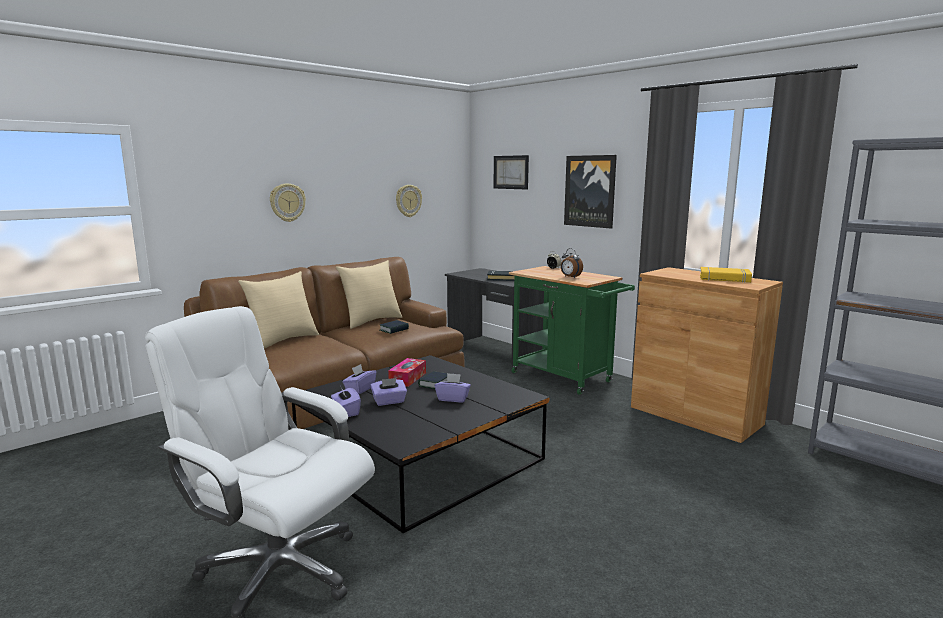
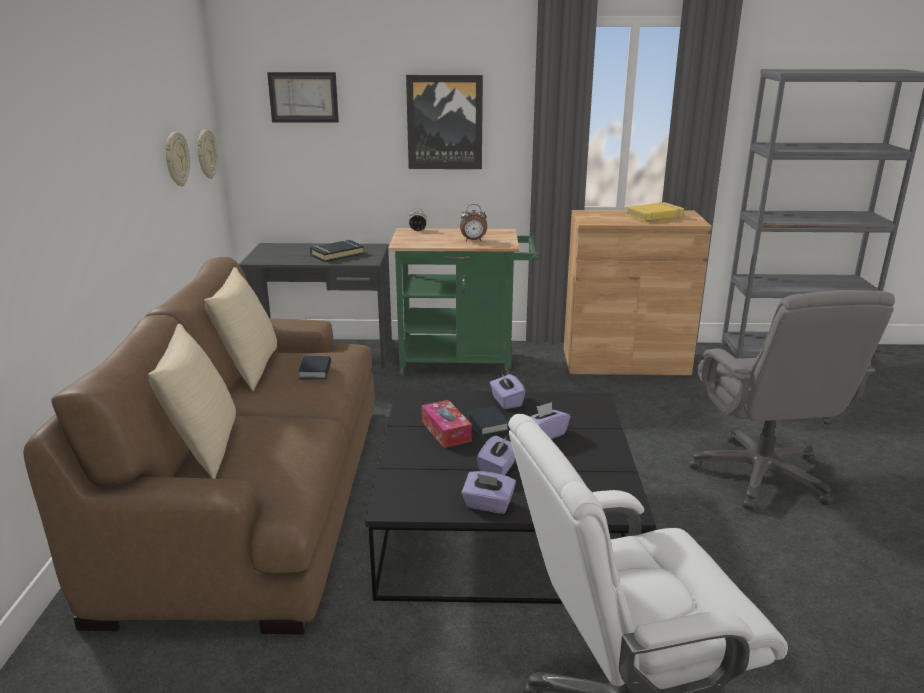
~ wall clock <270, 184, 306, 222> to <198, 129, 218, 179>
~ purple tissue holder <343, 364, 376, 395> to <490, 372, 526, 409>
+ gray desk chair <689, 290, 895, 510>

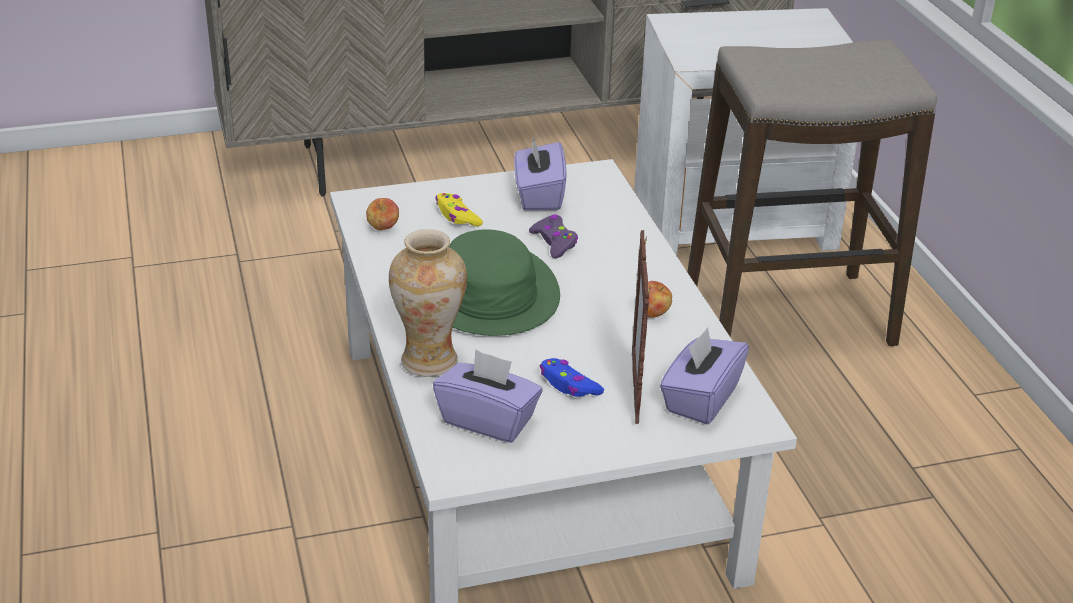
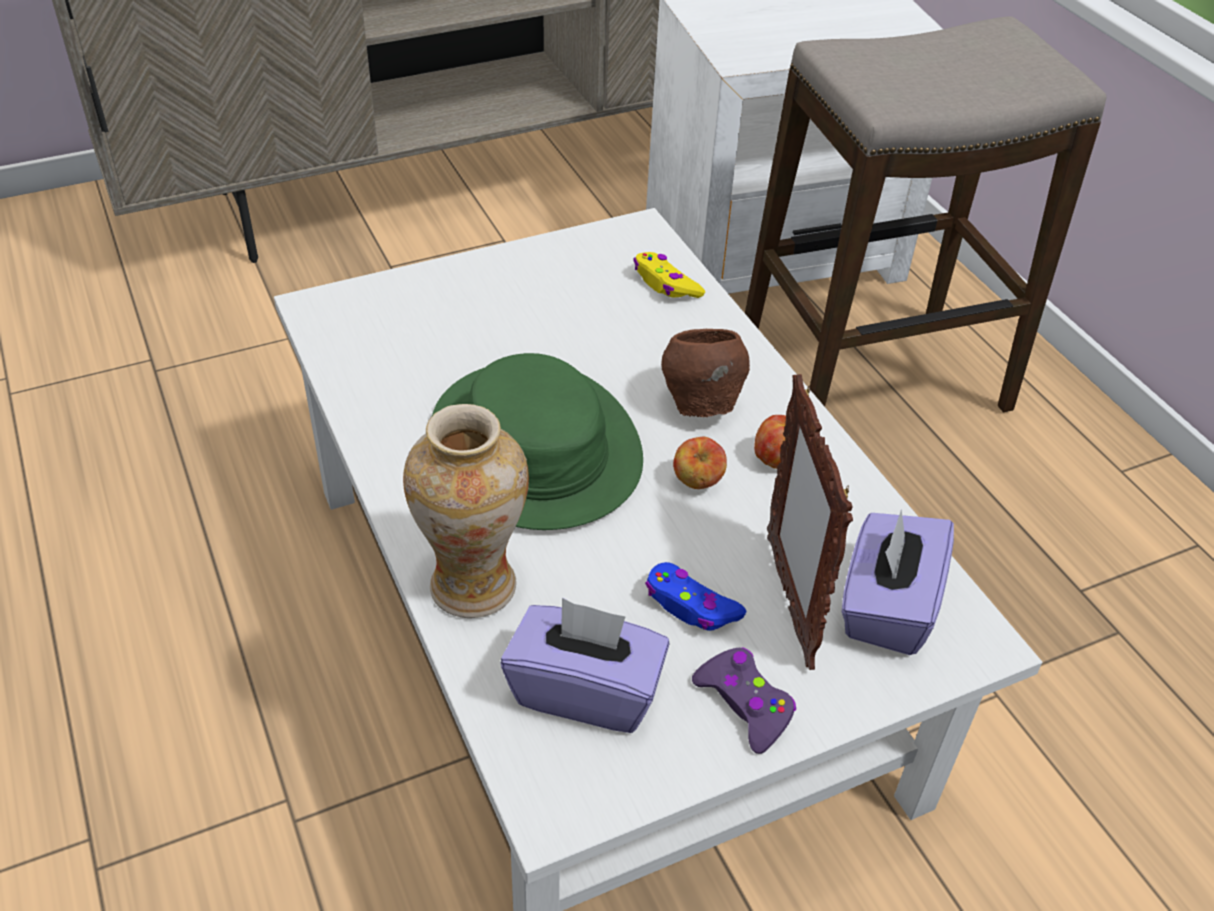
~ yellow-coloured joypad <436, 193, 483, 227> to <633, 252, 705, 298>
+ brown-coloured deep dish <661, 329, 750, 417>
~ apple <366, 198, 399, 230> to <673, 437, 727, 489>
~ purple joypad <529, 214, 578, 259> to <692, 648, 796, 754>
- purple tissue holder <514, 136, 567, 210>

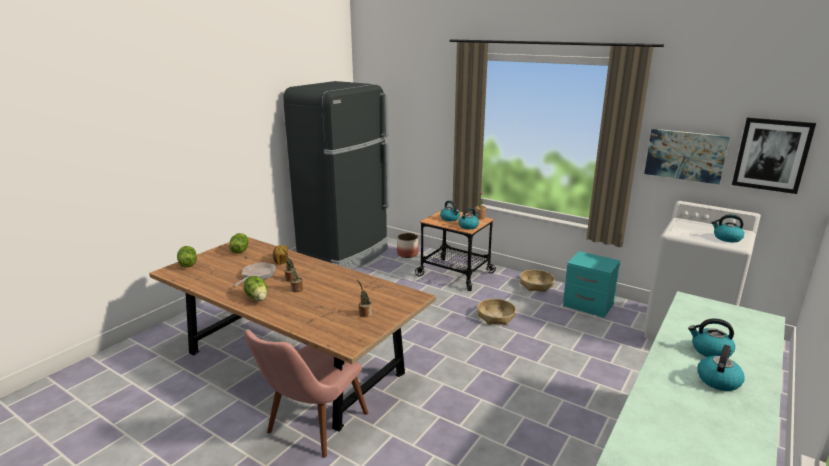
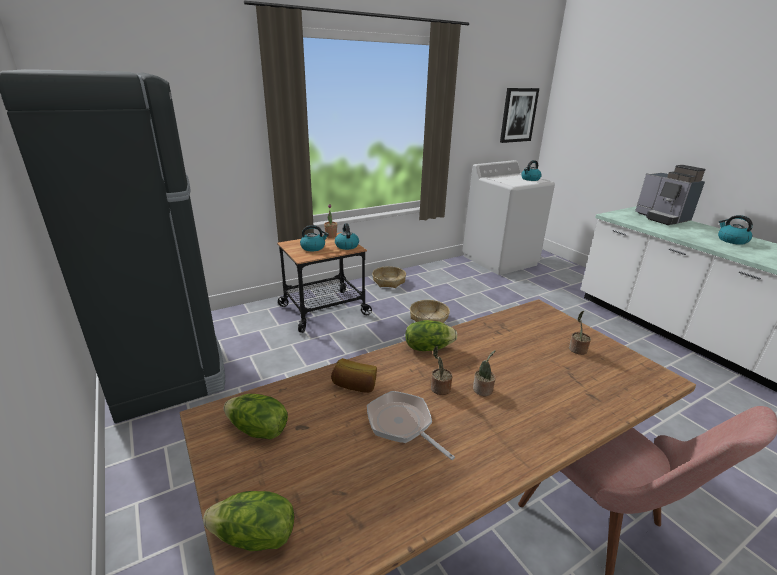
~ head of lettuce <244, 276, 267, 301> to <405, 320, 457, 351>
+ coffee maker <635, 165, 706, 225>
- flower pot <397, 233, 418, 258>
- turquoise-coloured night table <563, 251, 620, 318>
- wall picture <644, 129, 730, 184>
- tea kettle <688, 318, 735, 357>

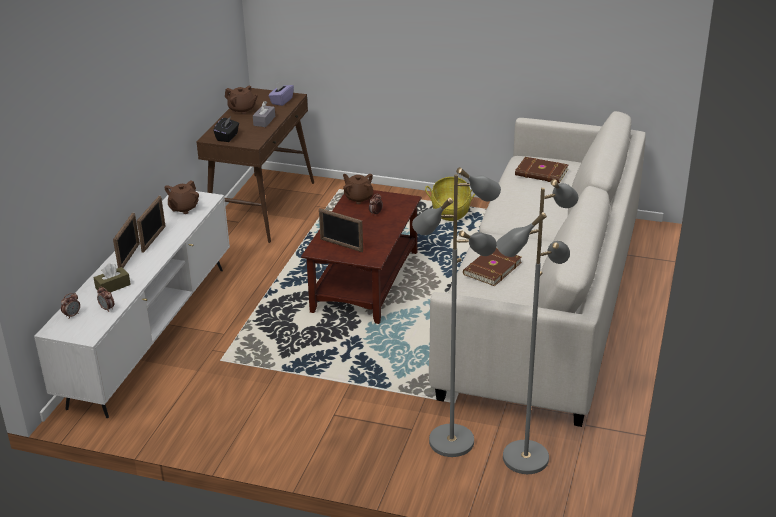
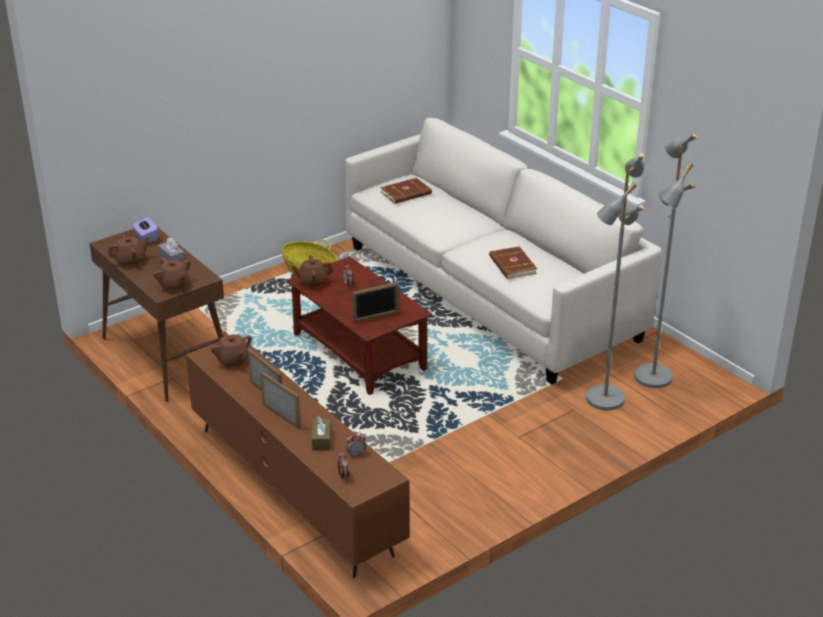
~ blackish tissue holder <213, 116, 239, 142> to brown-coloured pot for tea <153, 257, 191, 292>
~ white tv stand <34, 191, 230, 418> to brown-coloured tv stand <186, 334, 409, 578>

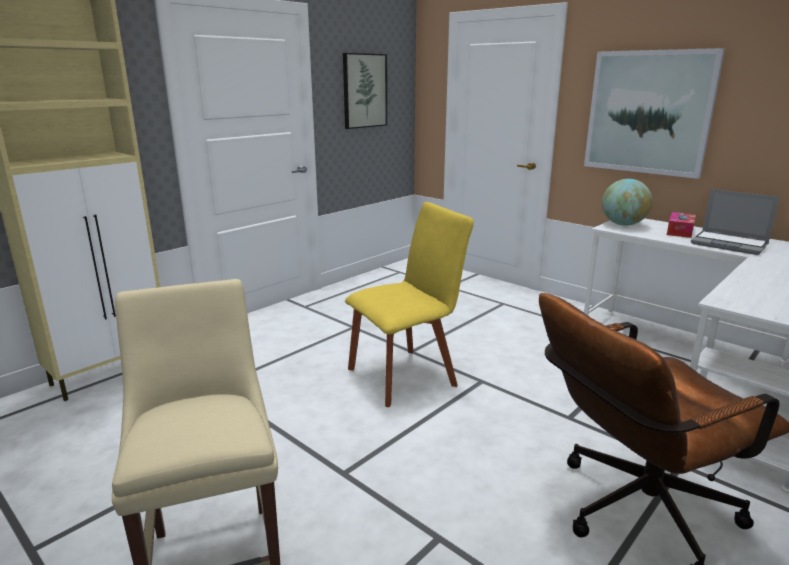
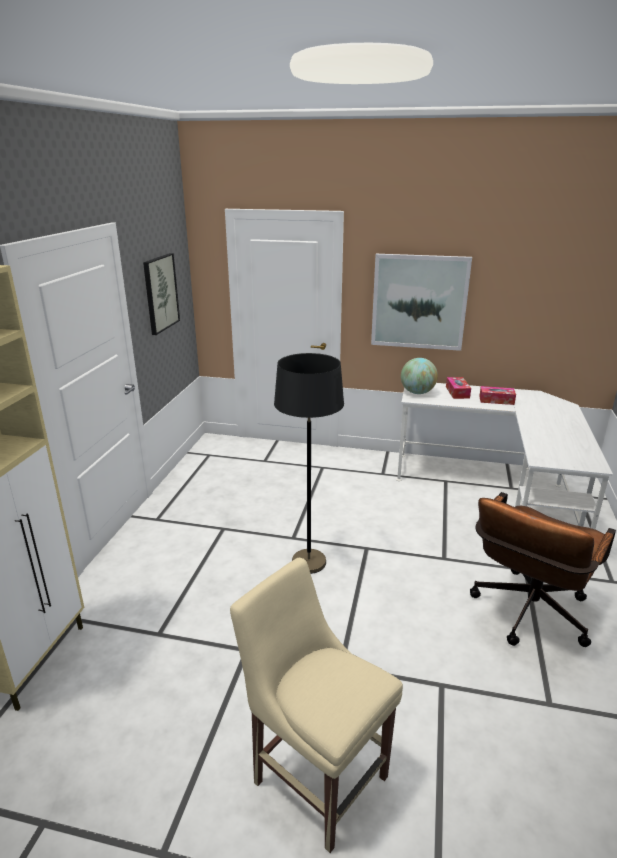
~ yellow-coloured chair <345, 202, 474, 407> to blackish floor lamp <274, 353, 344, 574>
~ laptop <691, 189, 780, 255> to tissue holder <479, 386, 516, 405>

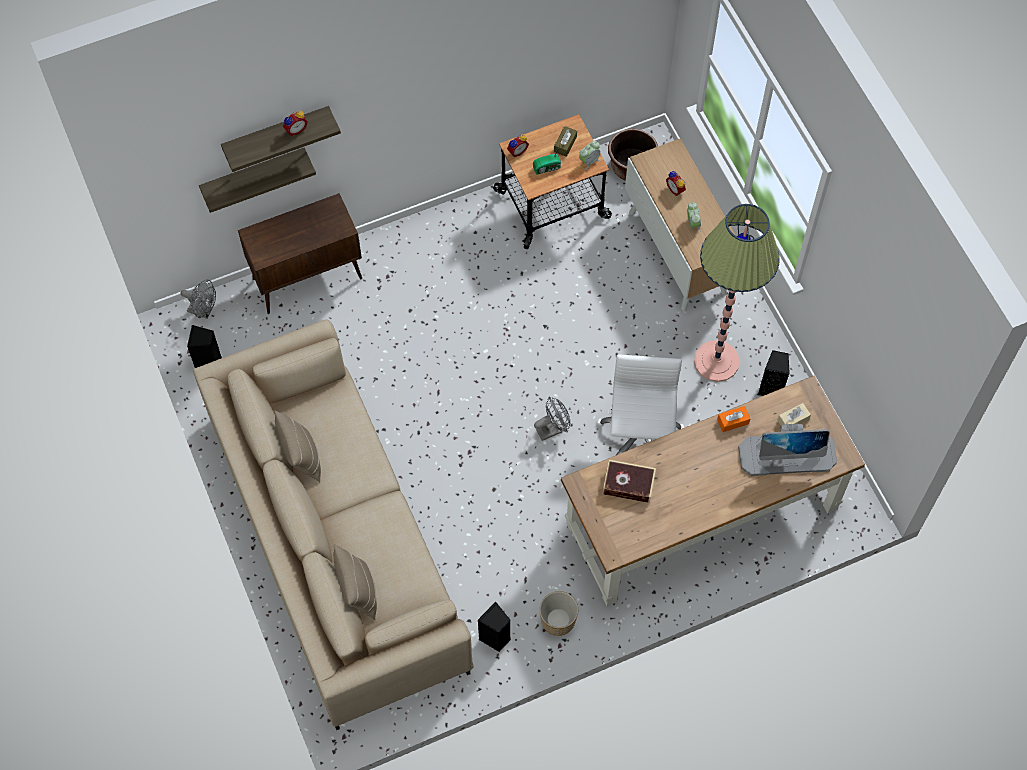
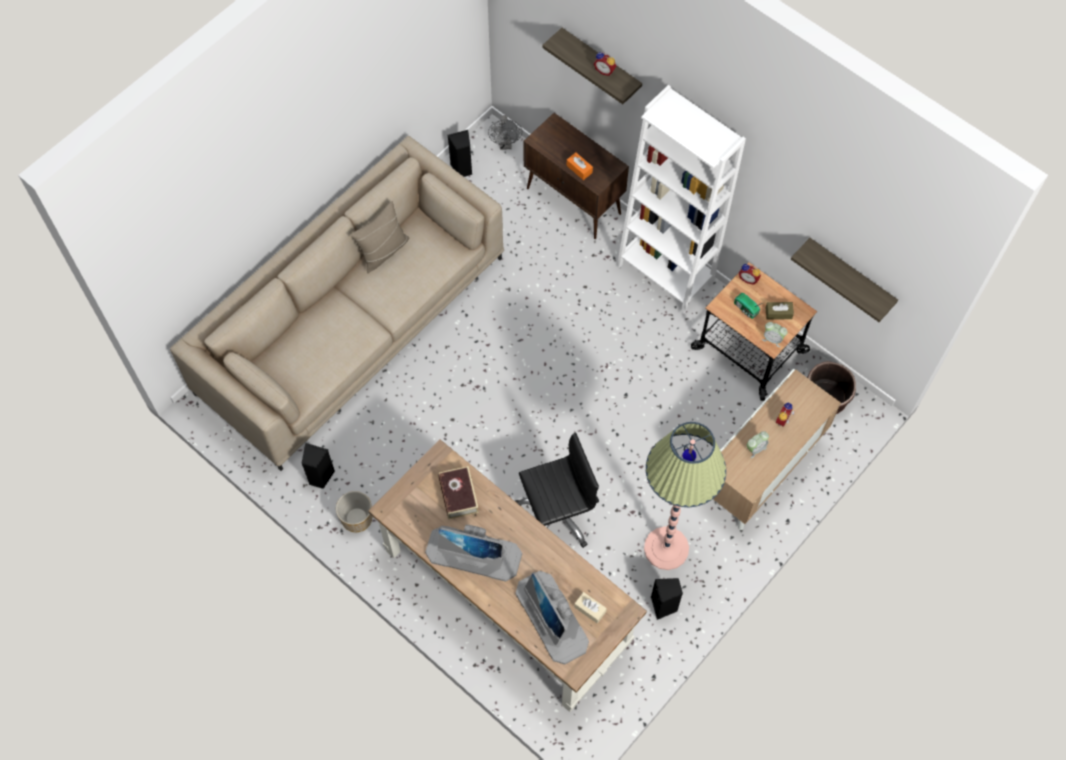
+ monitor <425, 525, 522, 582>
~ white desk chair <597, 354, 684, 455> to blackish desk chair <515, 433, 599, 548>
~ orangey tissue holder <717, 406, 750, 432> to <567, 152, 593, 180>
+ white shelving unit <617, 85, 746, 316>
~ bracket shelf <199, 148, 316, 213> to <791, 238, 898, 322>
- beige-coloured throw pillow <333, 544, 377, 620>
- gray fan <534, 397, 571, 441>

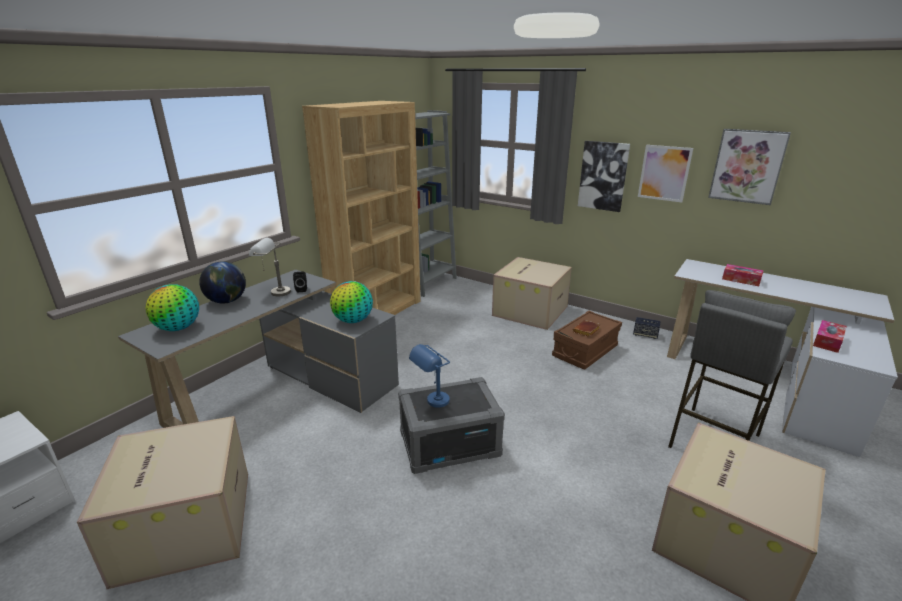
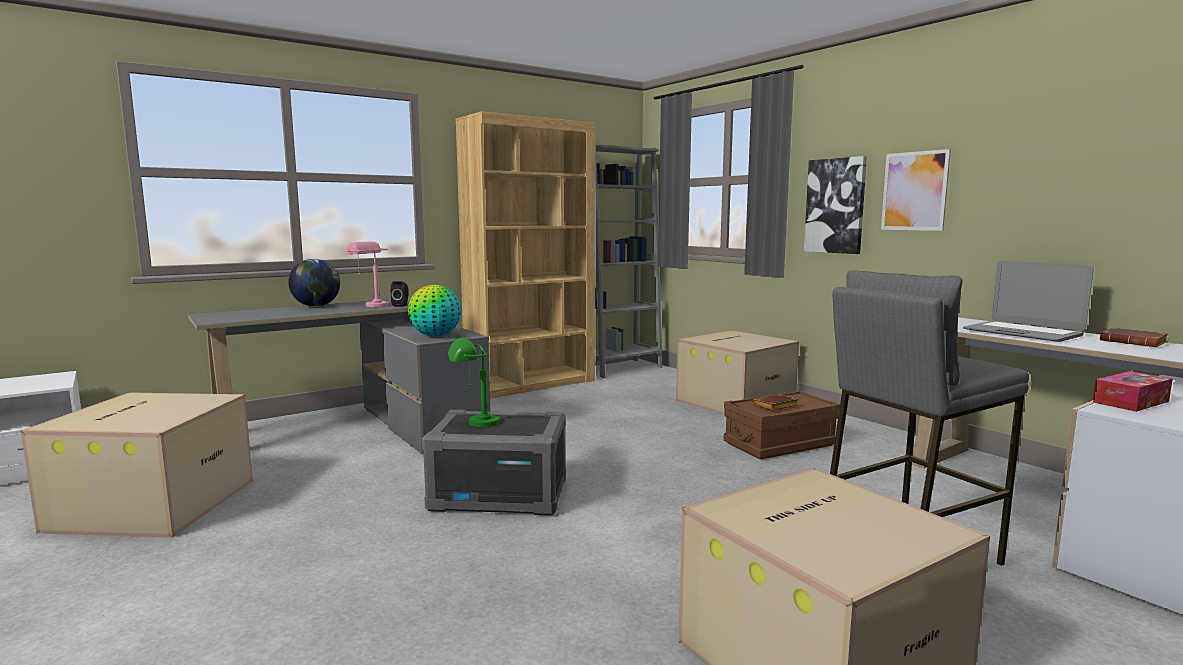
~ gray tabletop lamp <249, 238, 291, 296> to pink tabletop lamp <345, 241, 389, 307>
~ blue-coloured tabletop lamp <409, 344, 450, 408> to greenish tabletop lamp <448, 337, 500, 427>
~ tissue holder <722, 264, 764, 286> to laptop <963, 261, 1094, 342>
+ brown-coloured bound book <1100, 327, 1168, 347>
- globe <145, 284, 199, 331>
- audio speaker <633, 317, 660, 339>
- wall picture <708, 129, 791, 205>

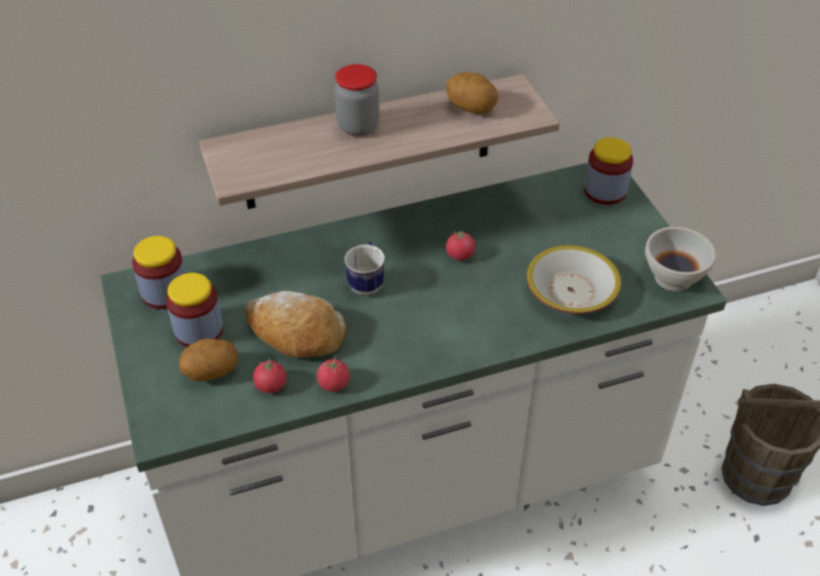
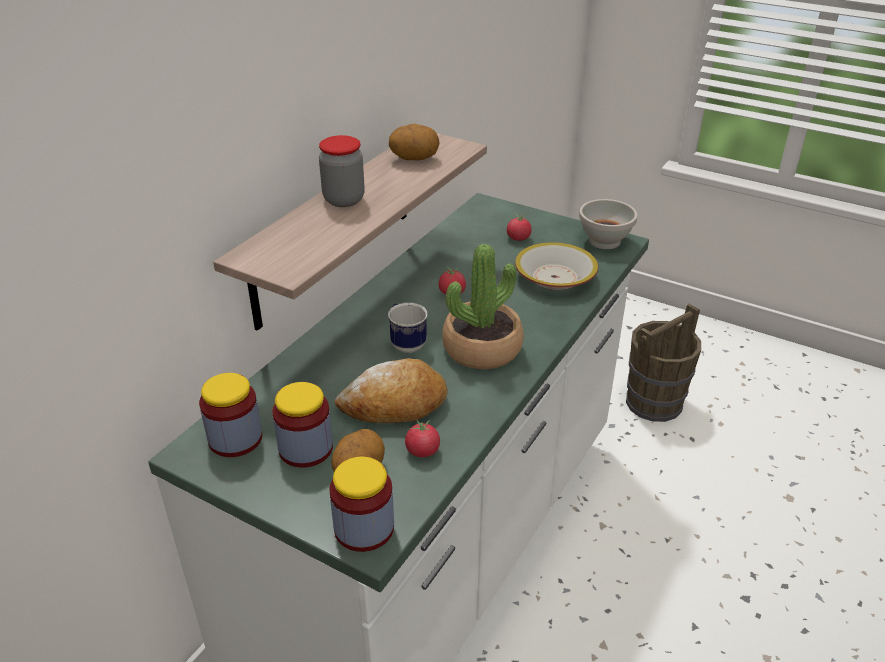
~ preserve jar <584, 137, 633, 205> to <329, 457, 394, 552>
+ houseplant <442, 244, 524, 369>
~ fresh tomato <317, 355, 350, 392> to <507, 214, 532, 241>

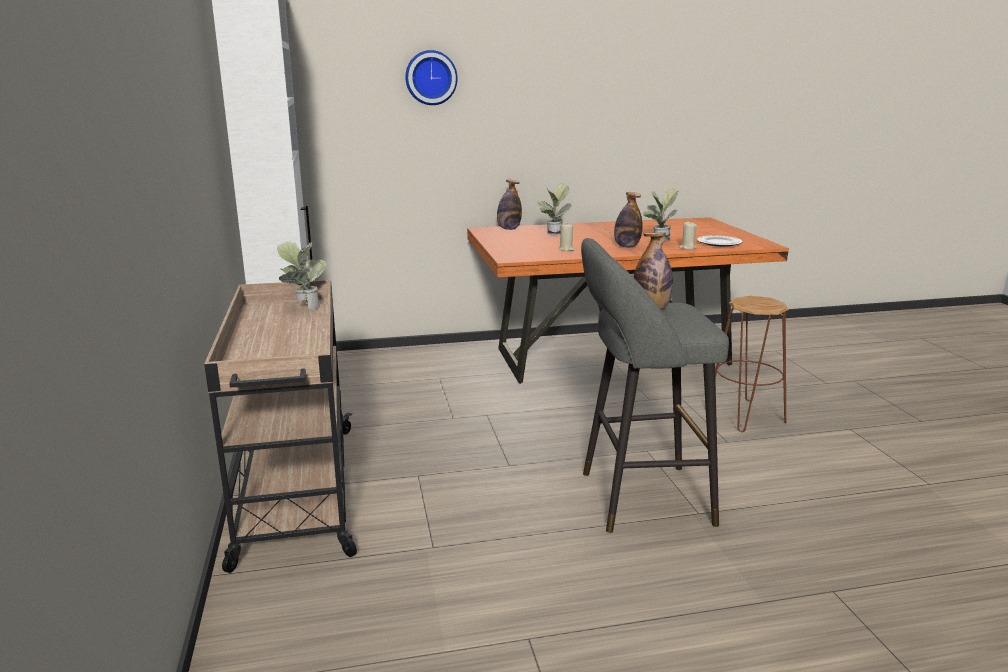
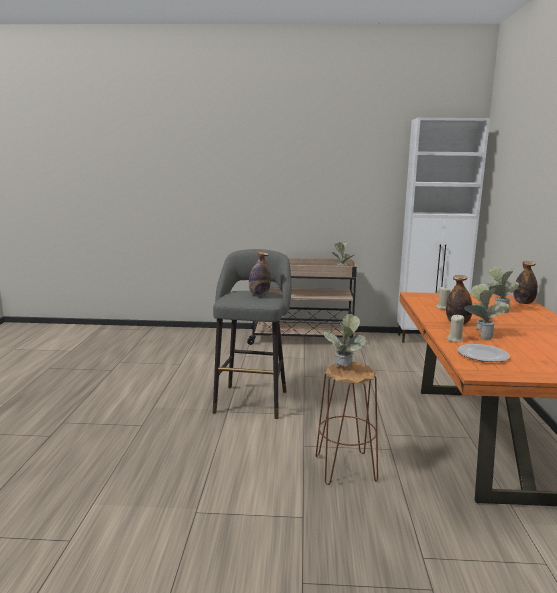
+ houseplant <323, 314, 366, 366>
- wall clock <405, 50, 458, 105>

